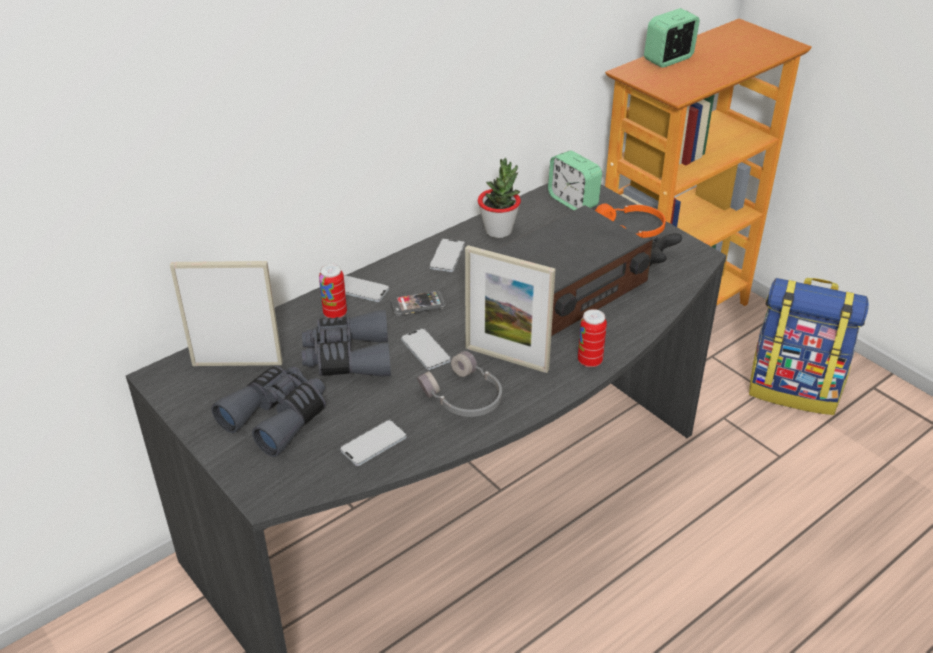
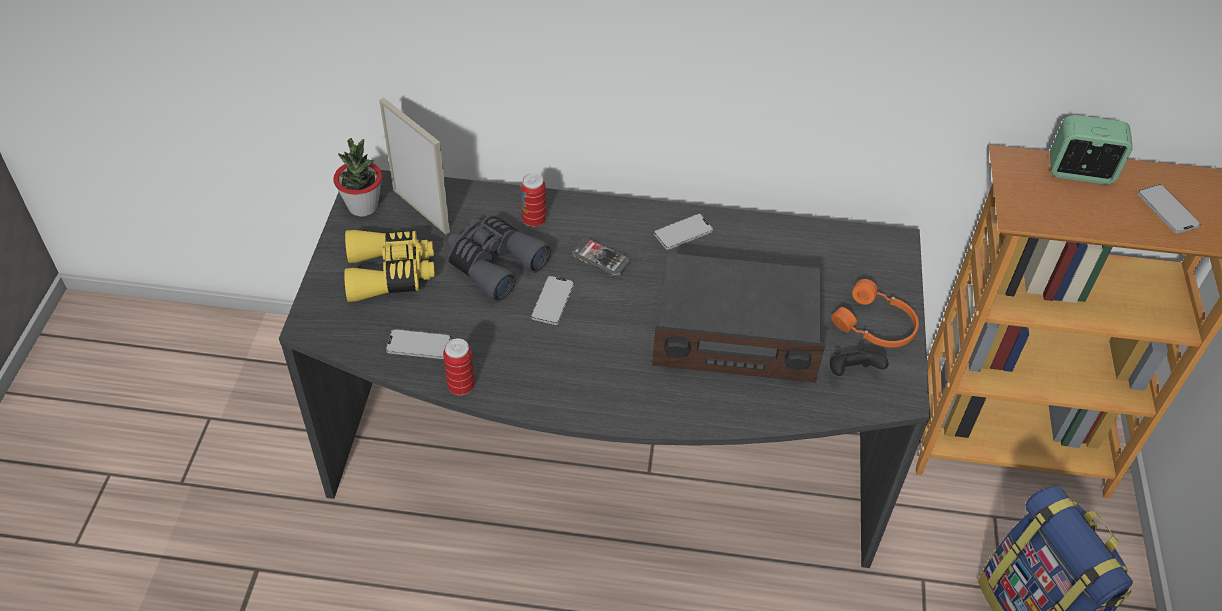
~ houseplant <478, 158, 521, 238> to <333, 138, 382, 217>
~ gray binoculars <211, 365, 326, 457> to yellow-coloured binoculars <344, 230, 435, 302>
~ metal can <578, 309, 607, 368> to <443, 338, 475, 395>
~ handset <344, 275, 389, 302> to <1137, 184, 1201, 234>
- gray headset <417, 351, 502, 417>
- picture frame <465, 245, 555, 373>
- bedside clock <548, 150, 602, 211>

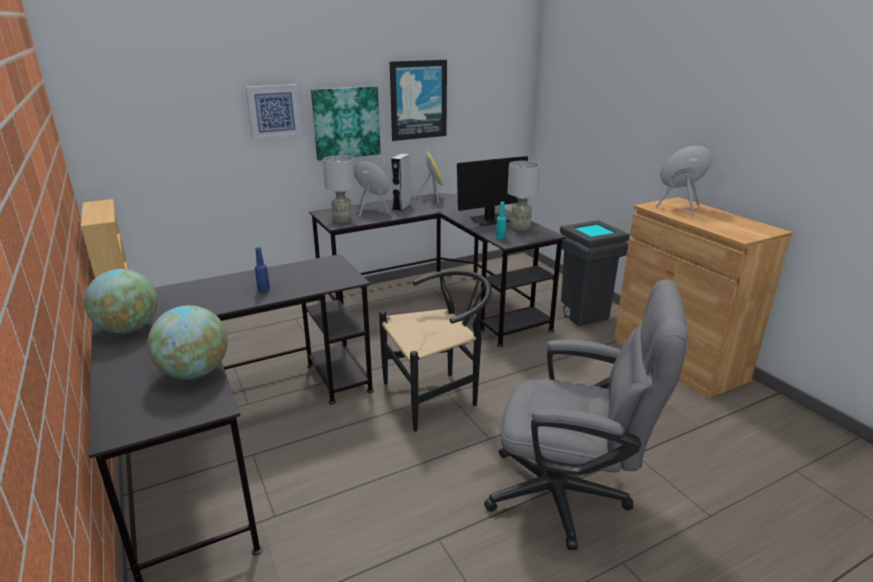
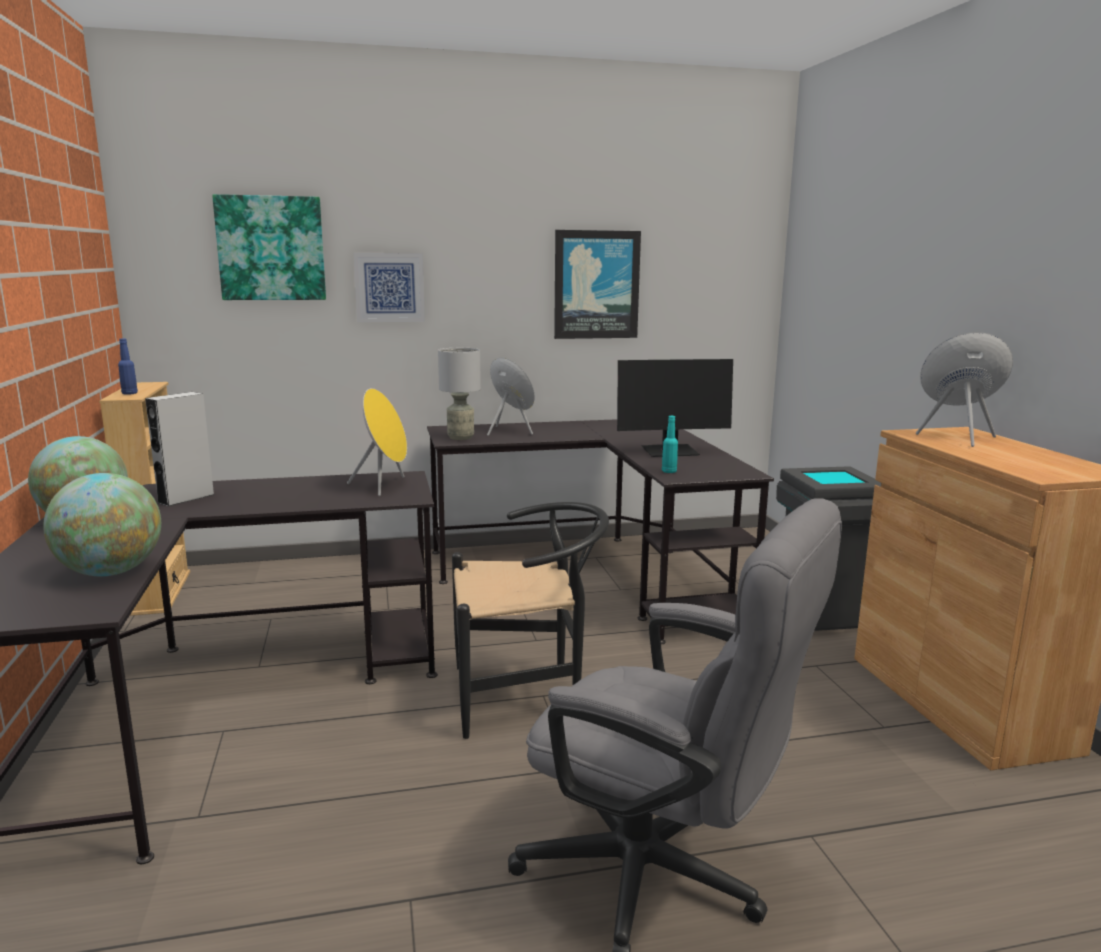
~ blue-coloured bottle <255, 247, 270, 293> to <118, 338, 138, 395>
~ gray audio speaker <391, 153, 411, 211> to <145, 392, 214, 506>
~ wall picture <311, 86, 381, 161> to <212, 194, 326, 300>
~ yellow-coloured audio speaker <413, 151, 443, 204> to <347, 388, 407, 496>
- gray tabletop lamp <508, 161, 541, 231>

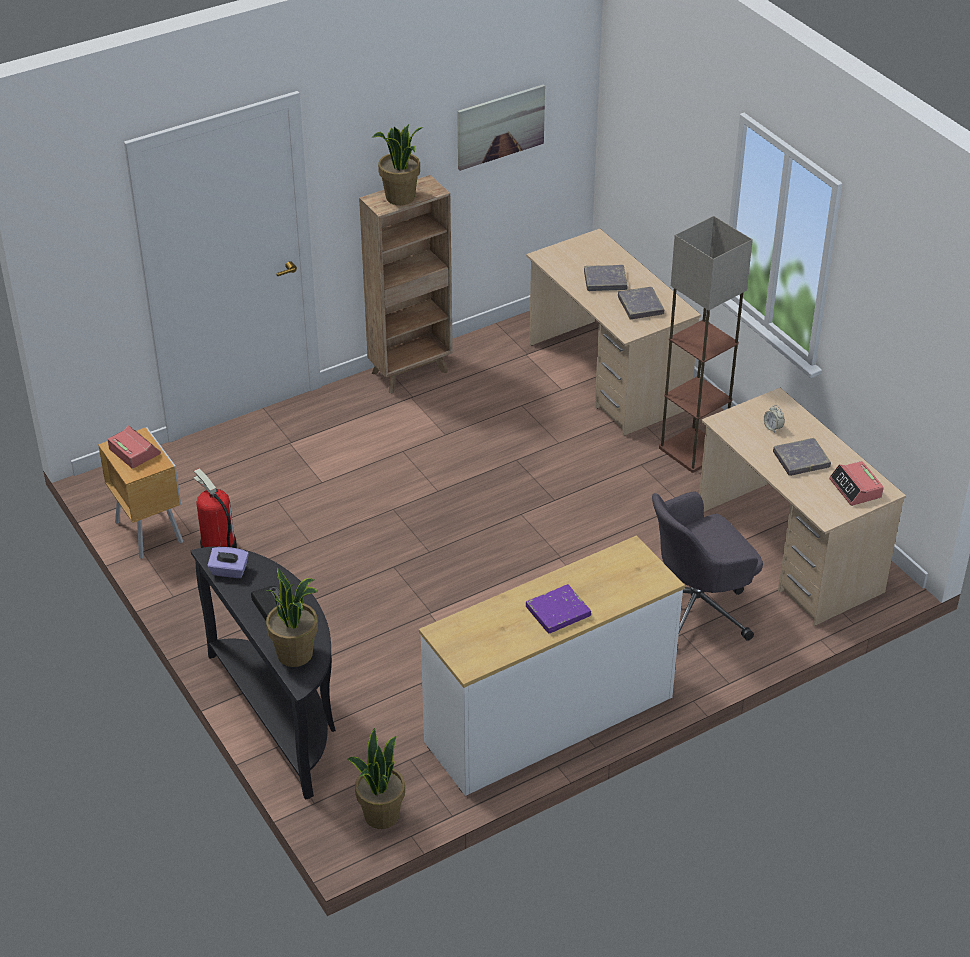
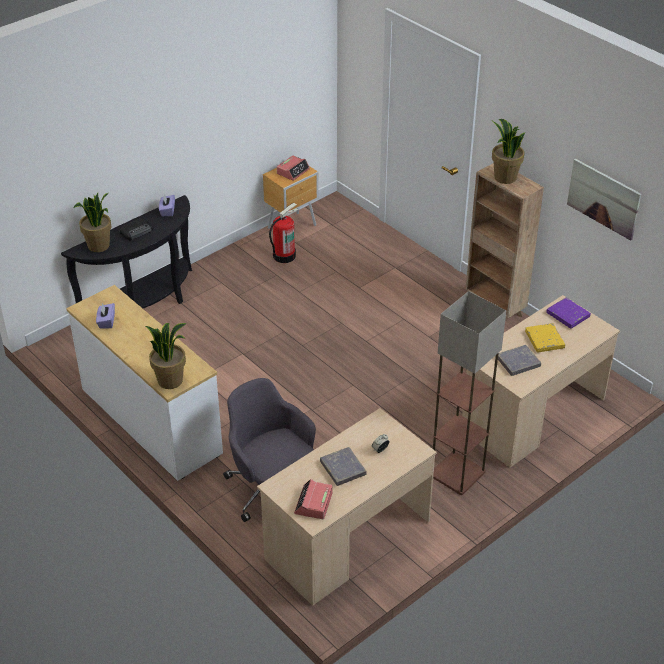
+ purple tissue holder <96, 303, 115, 329>
~ houseplant <347, 728, 405, 829> to <145, 323, 187, 389>
~ bedside clock <829, 461, 884, 506> = <294, 479, 333, 519> 45 degrees counterclockwise
~ gray bound book <584, 265, 627, 291> to yellow-coloured bound book <525, 323, 565, 353>
~ purple bound book <526, 584, 591, 633> to <546, 297, 591, 329>

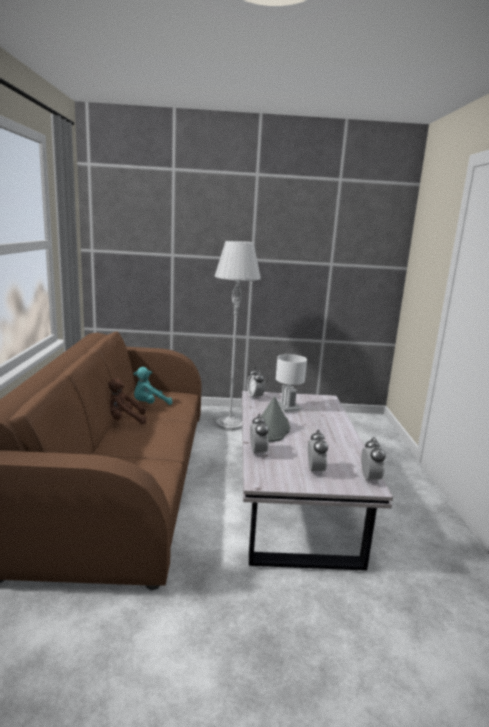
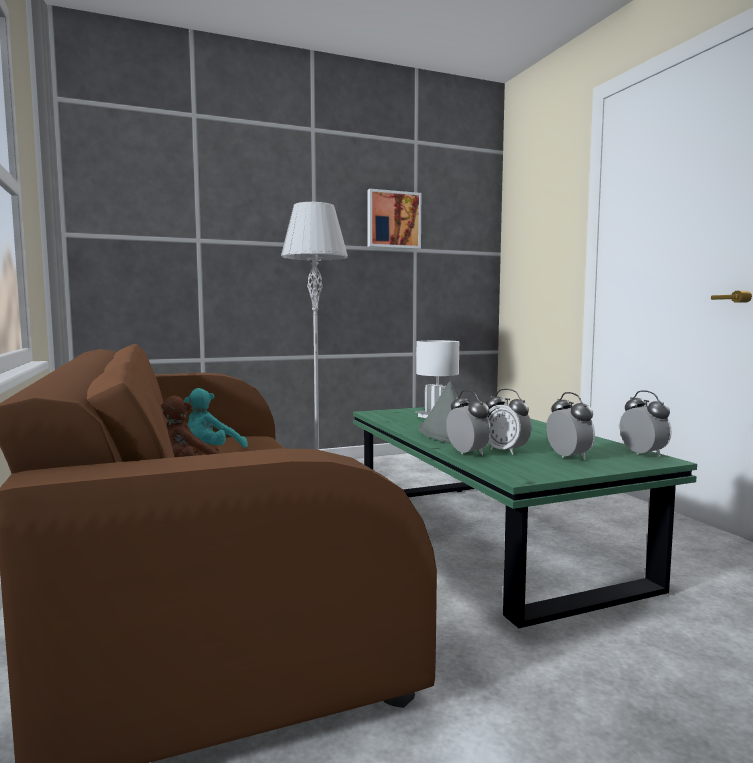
~ white low table <242, 391, 393, 571> to greenish low table <353, 407, 697, 628>
+ wall picture <368, 189, 421, 249>
~ bedside clock <247, 367, 265, 400> to <486, 389, 532, 455>

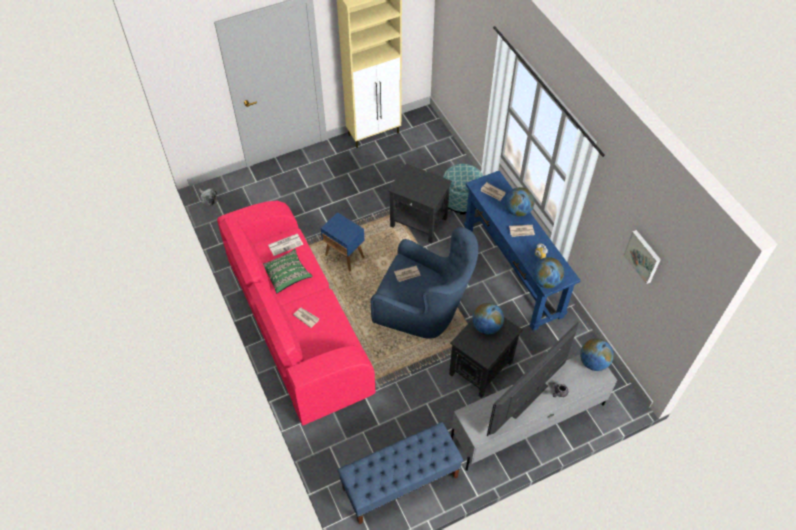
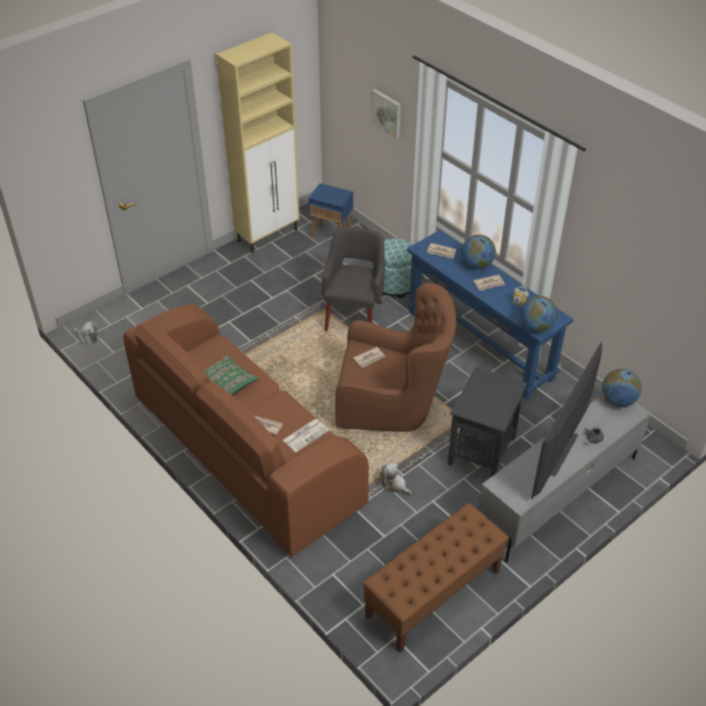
~ pink sofa <217, 201, 376, 426> to brown-coloured sofa <123, 305, 369, 557>
~ newspaper <268, 234, 303, 256> to <283, 419, 329, 452>
~ blue-coloured side table <321, 212, 365, 272> to <308, 183, 353, 238>
~ blackish side table <388, 164, 452, 243> to gray easy chair <322, 227, 385, 331>
~ blue-coloured easy chair <371, 227, 478, 339> to brown-coloured easy chair <335, 283, 456, 432>
~ blue-coloured long seat <337, 422, 463, 524> to brown-coloured long seat <362, 503, 509, 653>
~ wall picture <623, 230, 661, 284> to <371, 89, 401, 139>
+ soft toy <380, 462, 412, 495>
- globe <472, 303, 504, 335>

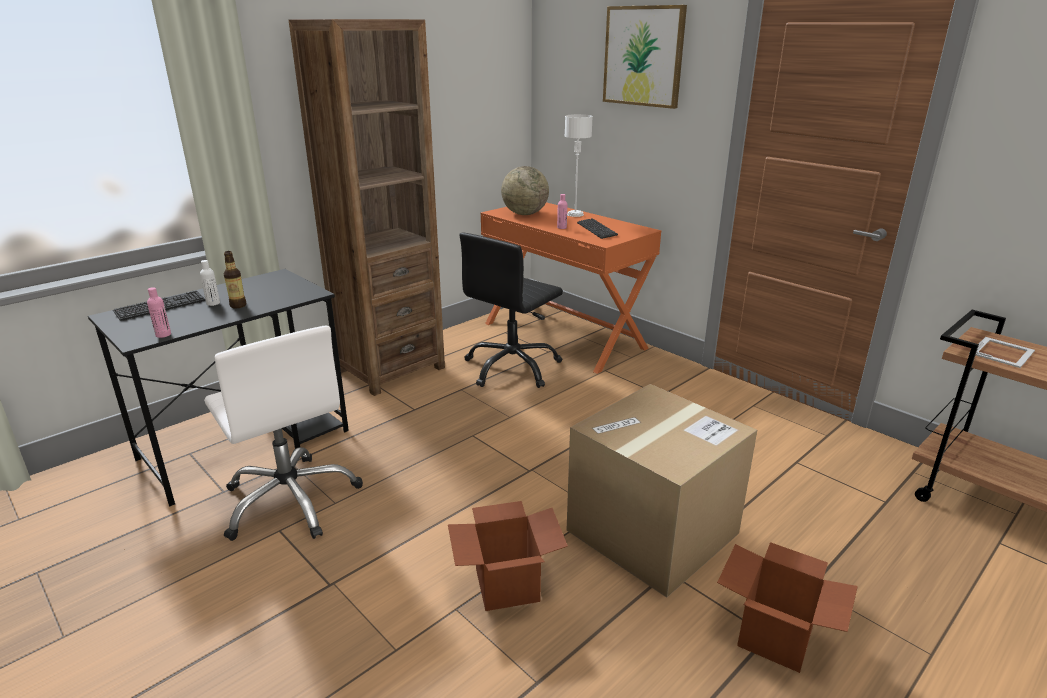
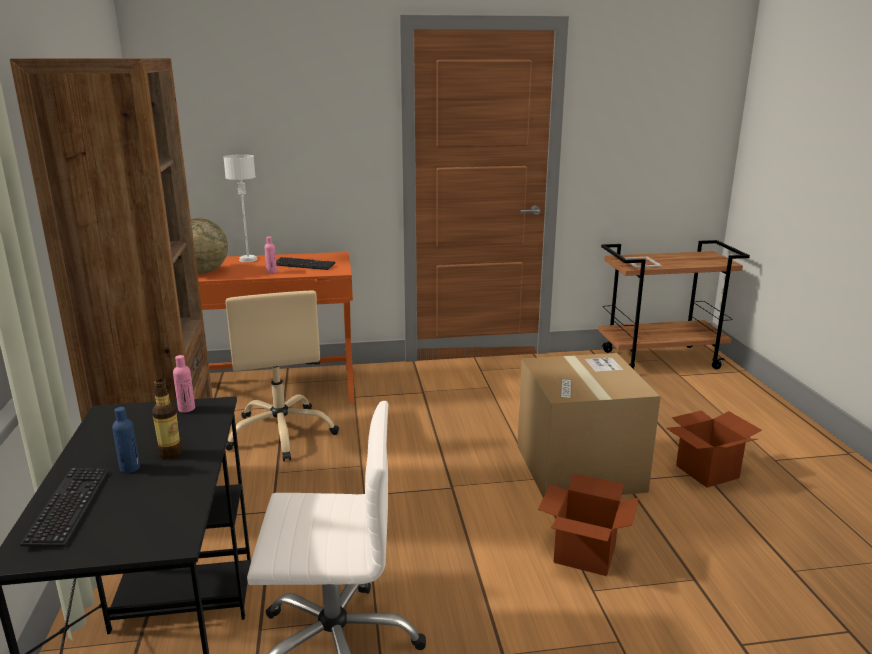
~ white bottle <200, 260, 220, 306> to blue-coloured bottle <112, 407, 140, 473>
~ pink bottle <147, 287, 171, 338> to <173, 355, 195, 413>
~ blackish desk chair <460, 232, 563, 388> to beige-coloured desk chair <225, 291, 339, 461>
- wall picture <603, 5, 687, 109>

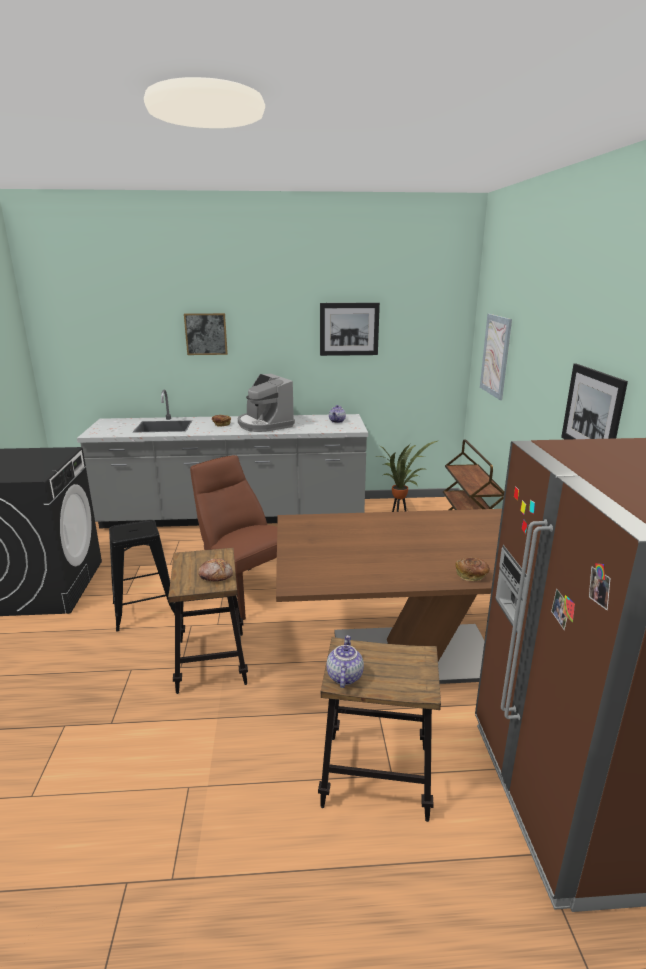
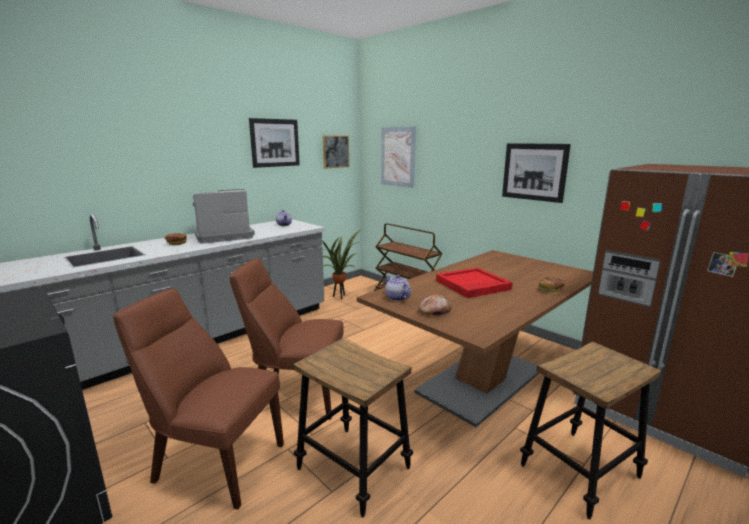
~ blackish stool seat <109, 520, 175, 631> to brown-coloured chair <113, 288, 284, 509>
~ coffee maker <238, 374, 295, 432> = <193, 189, 255, 244> 135 degrees clockwise
~ wall picture <184, 313, 228, 355> to <323, 135, 349, 169>
~ pot for tea <326, 635, 364, 688> to <385, 275, 411, 301>
~ bakery bread <198, 558, 233, 581> to <418, 295, 452, 315>
+ red serving tray <436, 267, 513, 298>

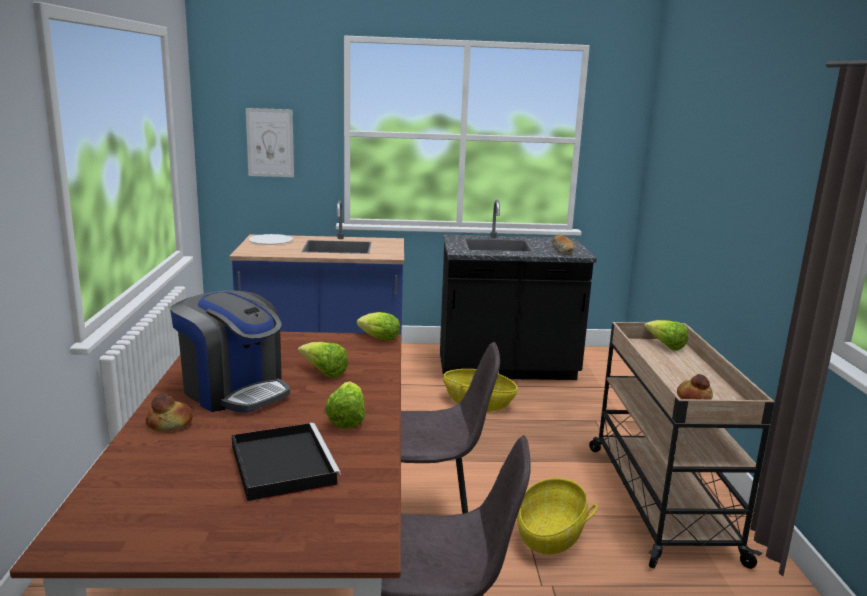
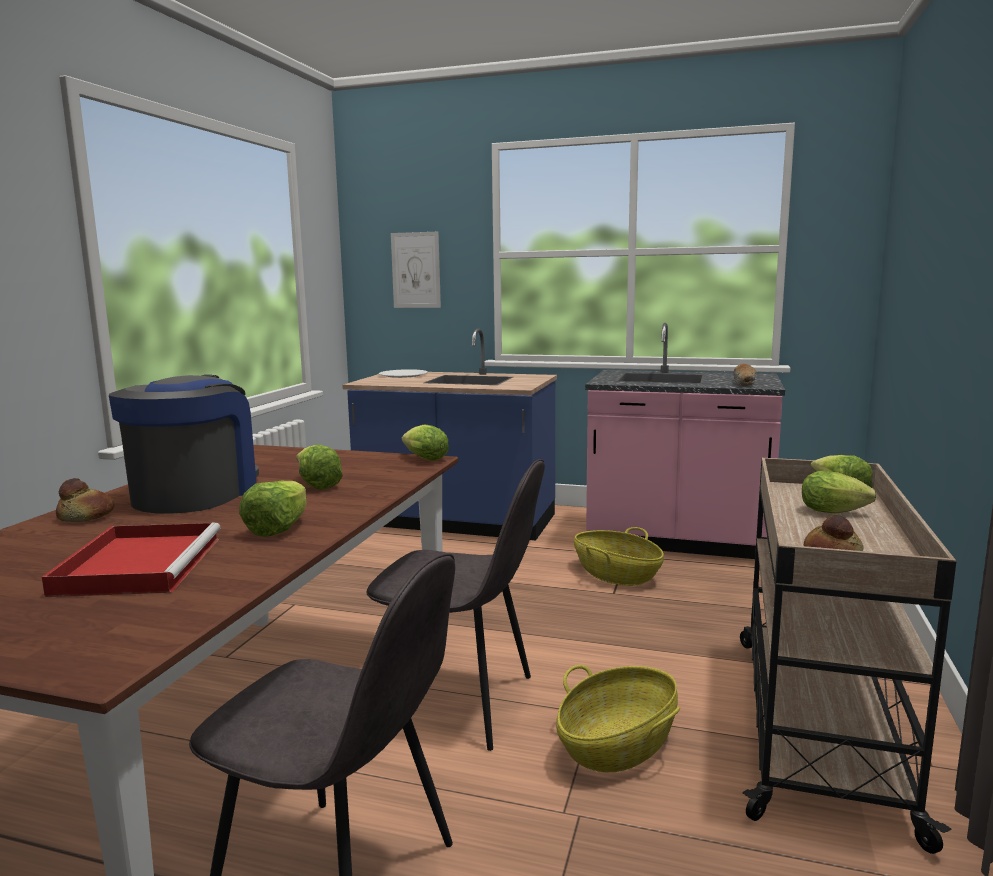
~ blackish serving tray <232, 423, 341, 502> to red serving tray <42, 523, 221, 597>
~ coffee maker <170, 290, 290, 413> = <109, 375, 259, 514> 135 degrees counterclockwise
~ blackish counter <440, 200, 597, 380> to pink counter <585, 323, 785, 559>
+ head of lettuce <802, 471, 876, 514>

